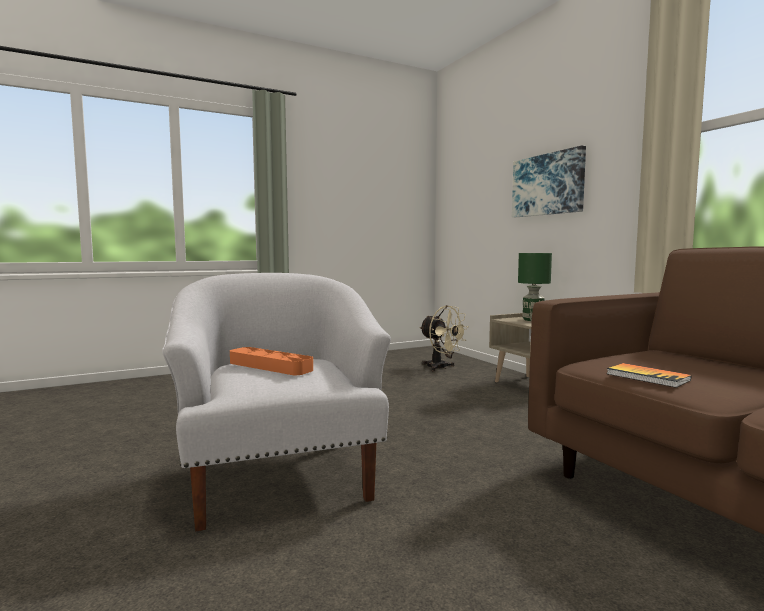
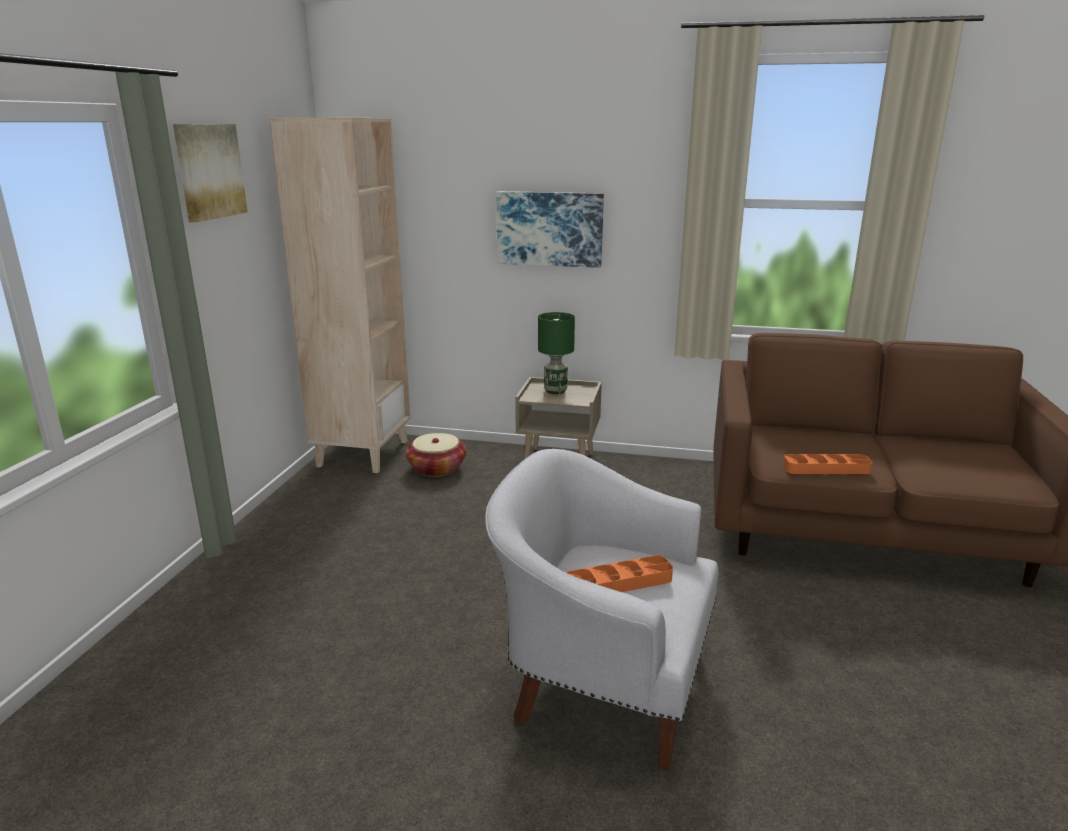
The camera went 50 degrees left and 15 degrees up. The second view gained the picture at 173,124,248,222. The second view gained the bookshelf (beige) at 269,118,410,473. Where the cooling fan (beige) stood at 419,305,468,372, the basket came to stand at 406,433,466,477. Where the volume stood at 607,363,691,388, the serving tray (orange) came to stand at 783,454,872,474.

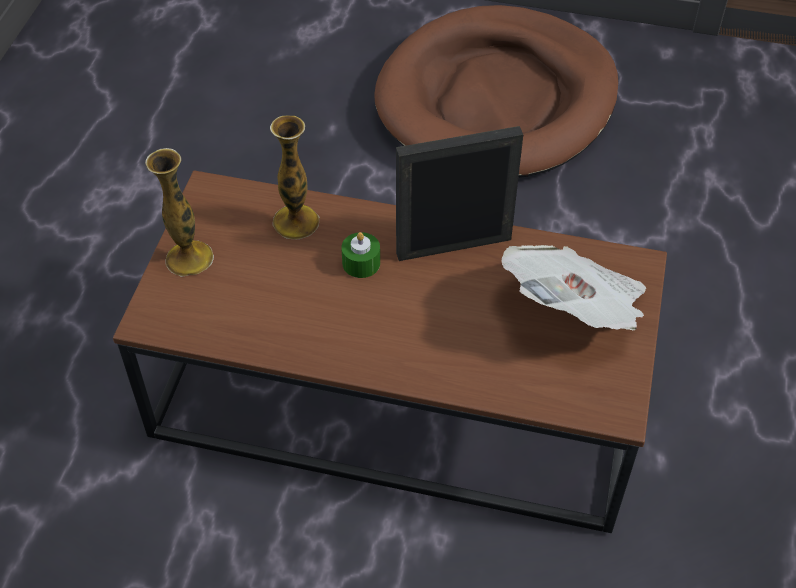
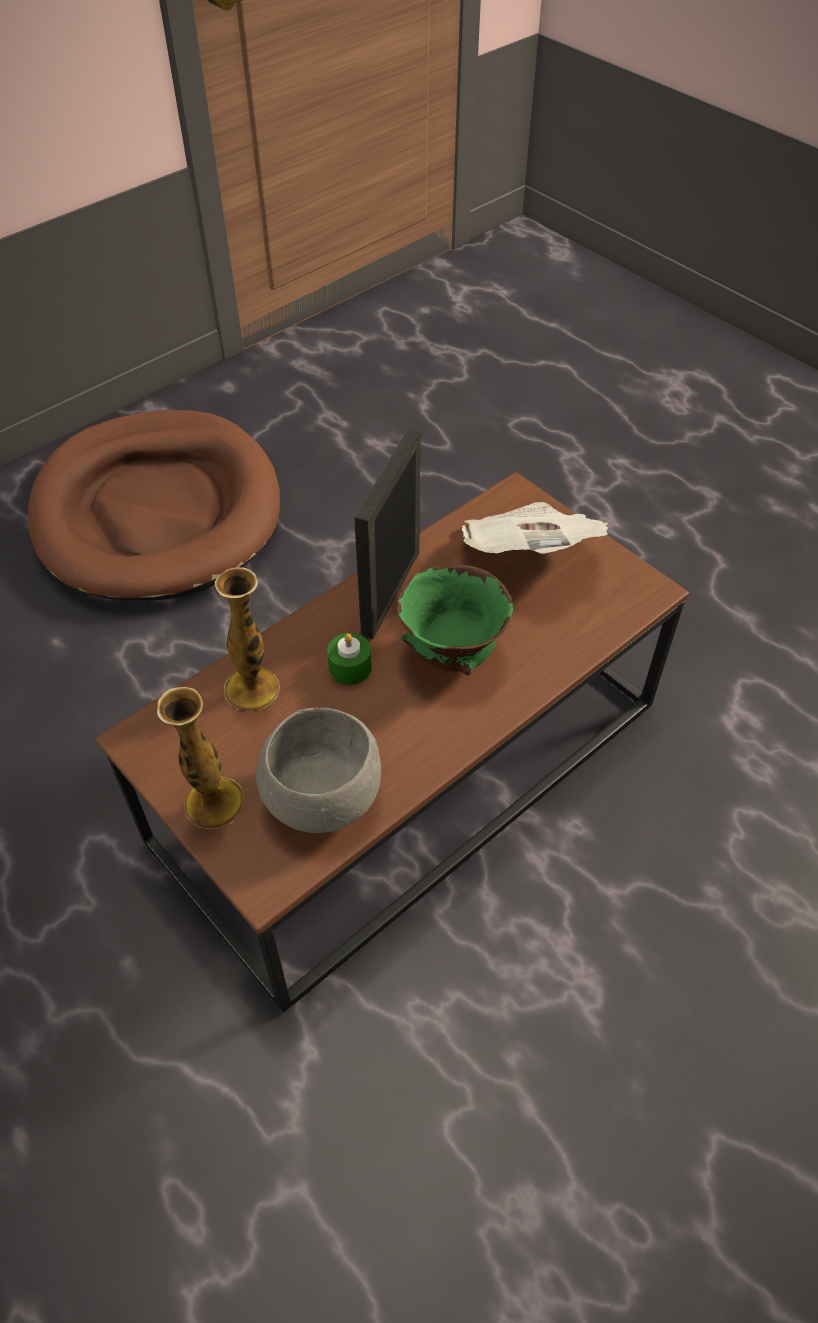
The camera went 55 degrees left and 0 degrees up. The second view gained the serving bowl (grey) at 256,708,381,833. The second view gained the serving bowl (green) at 397,564,513,675.

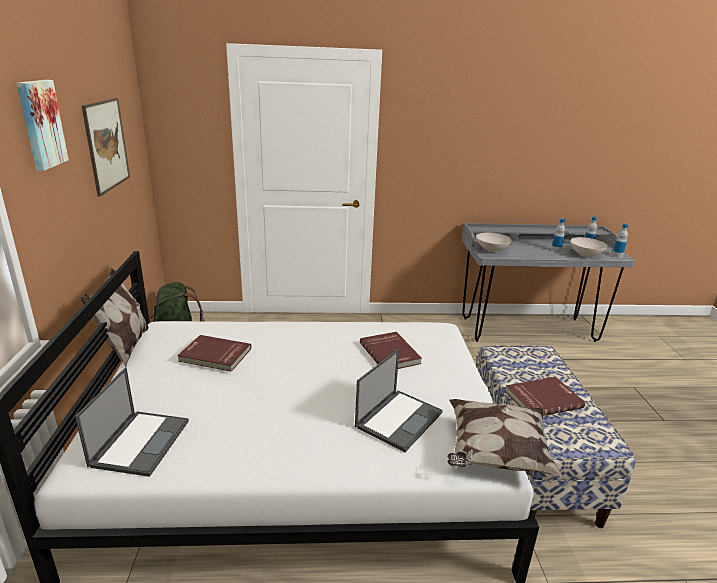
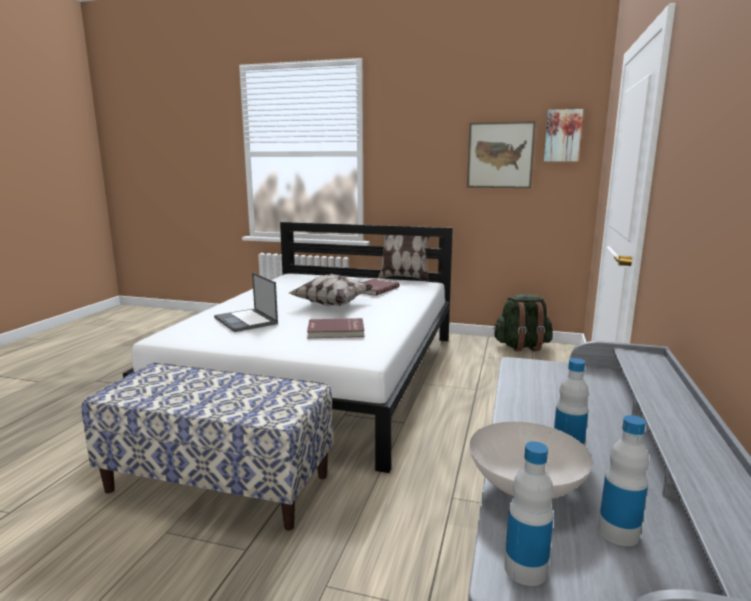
The camera went 110 degrees right and 10 degrees down. The cushion ended up elsewhere, having gone from 447,399,563,477 to 289,274,374,306. The picture ended up elsewhere, having gone from 17,80,69,171 to 544,109,583,161. The second view lost the laptop at 75,367,189,477. The second view lost the serving bowl (white-coloured) at 476,233,512,252. The second view lost the volume (reddish) at 505,377,585,416.

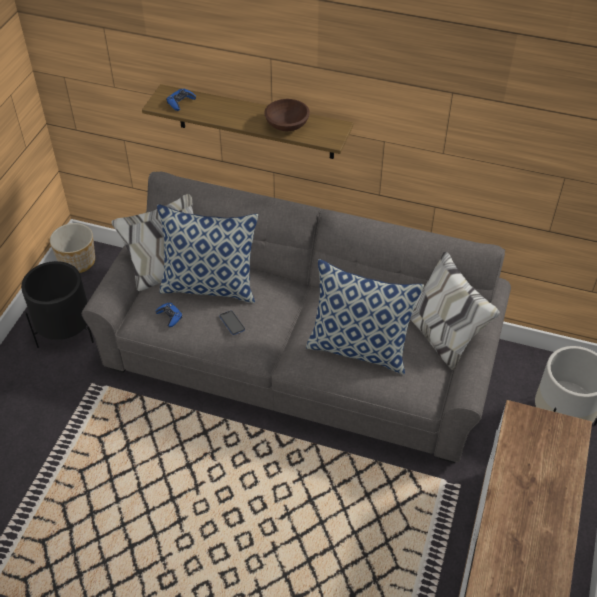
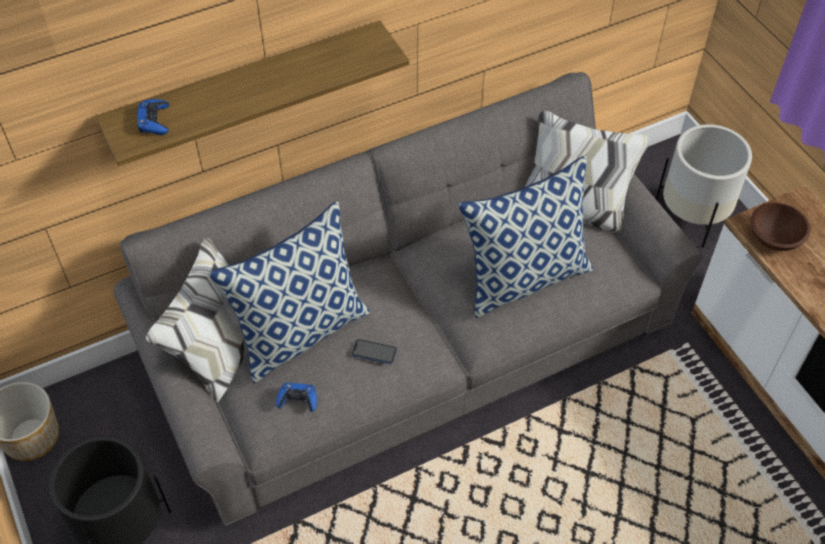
The camera went 45 degrees left and 5 degrees up. The serving bowl (brown-coloured) ended up elsewhere, having gone from 264,99,310,131 to 751,202,810,251.

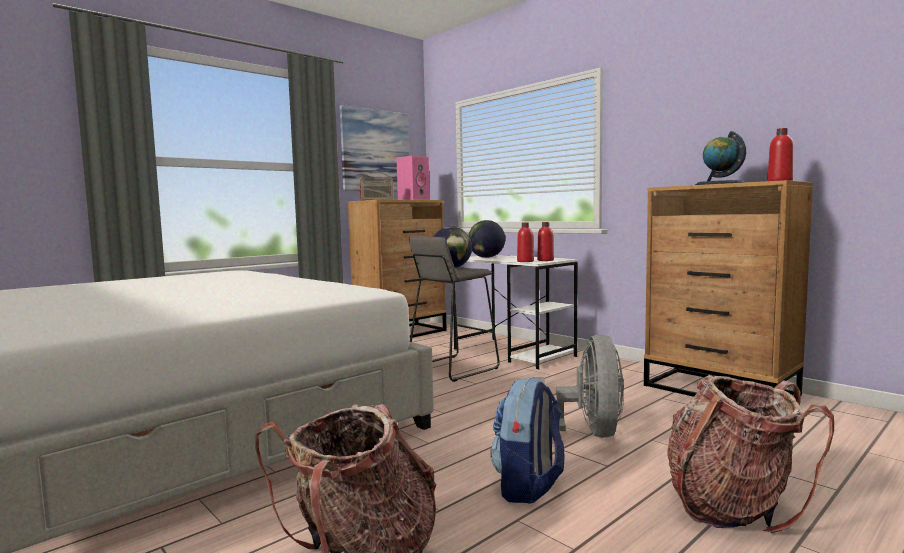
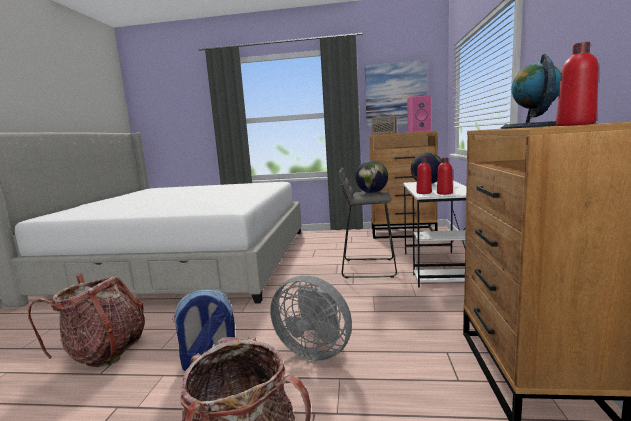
The camera went 50 degrees right and 5 degrees up. The cooling fan (grey) at 535,334,624,438 ended up facing another way, 60 degrees clockwise from before.

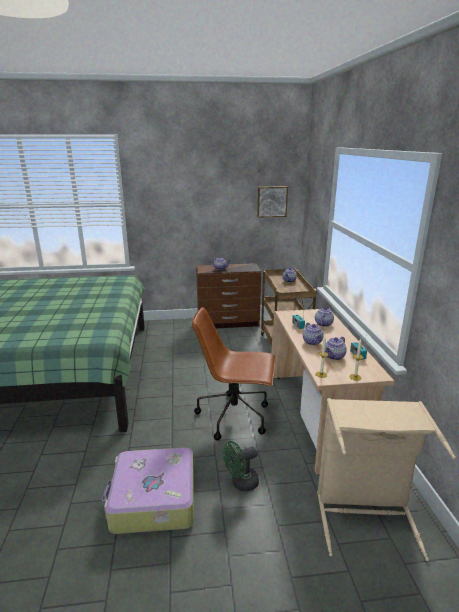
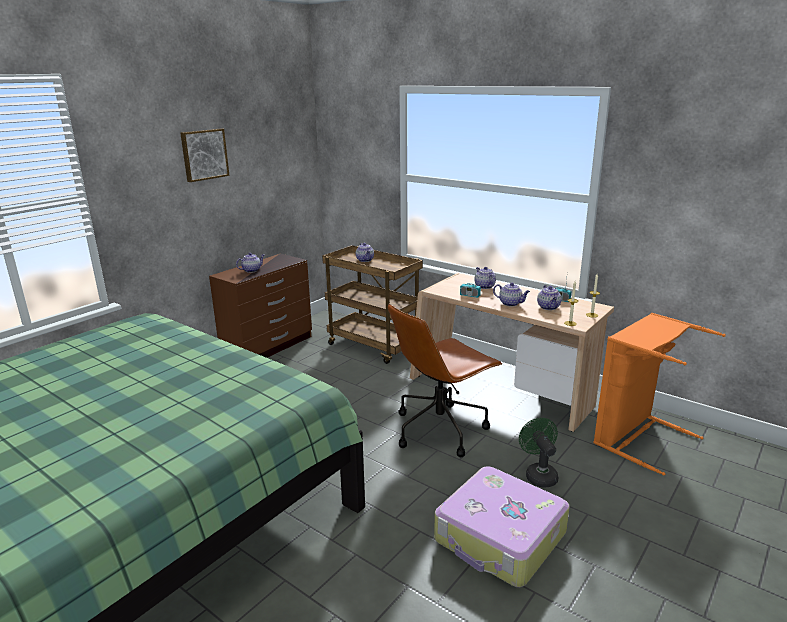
The camera went 45 degrees left and 0 degrees up. The picture ended up elsewhere, having gone from 257,186,288,217 to 180,129,230,182. The cooling fan (green) at 223,441,259,491 ended up facing another way, 150 degrees clockwise from before. What was the laundry basket (beige) at 317,398,456,561 turned into the laundry basket (orange) at 593,313,726,476.

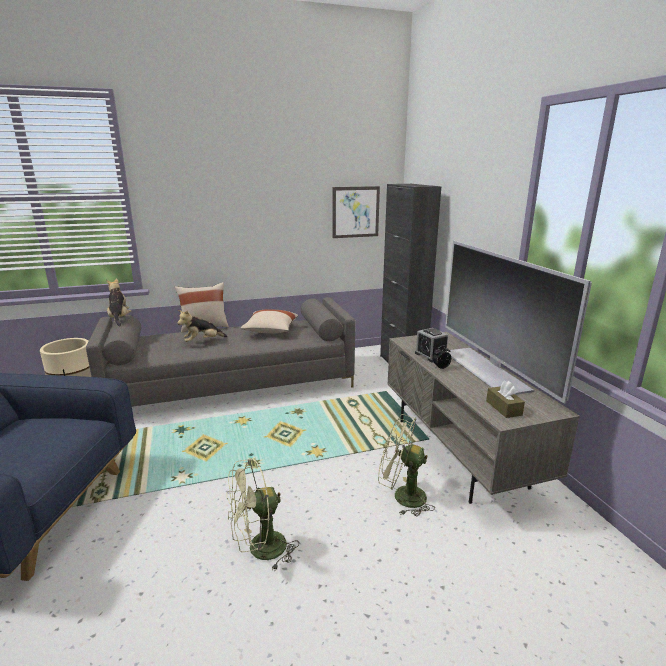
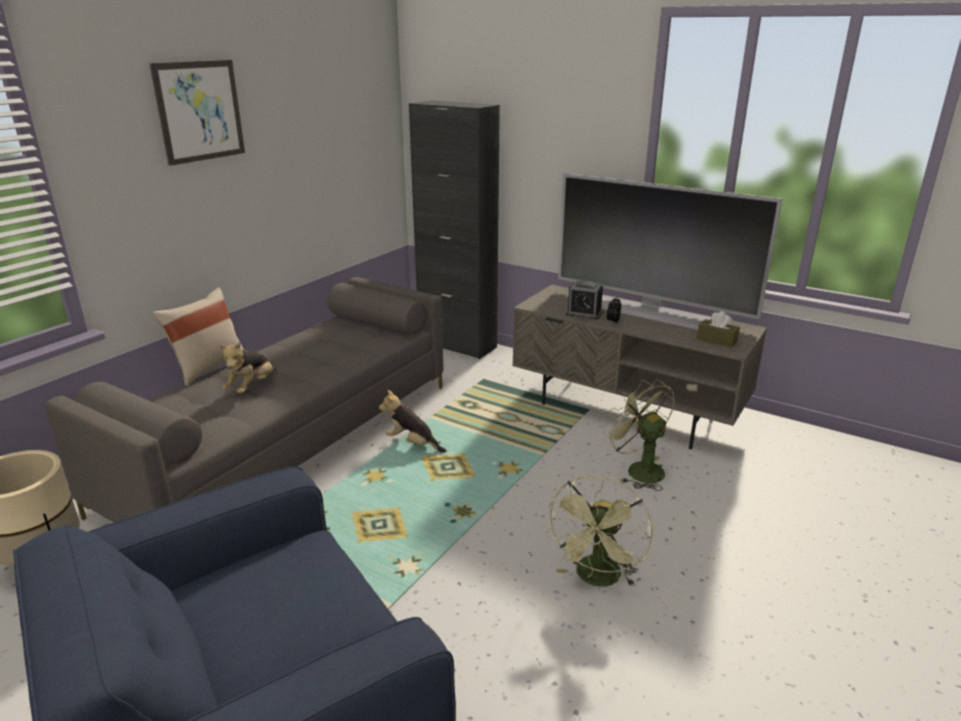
The camera went 40 degrees left and 5 degrees up. The picture ended up elsewhere, having gone from 332,186,380,238 to 149,60,245,166. The plush toy ended up elsewhere, having gone from 106,279,131,327 to 379,390,447,453. The cooling fan (green) at 378,414,435,516 ended up facing another way, 75 degrees clockwise from before. The second view lost the cushion (beige) at 240,309,298,333.

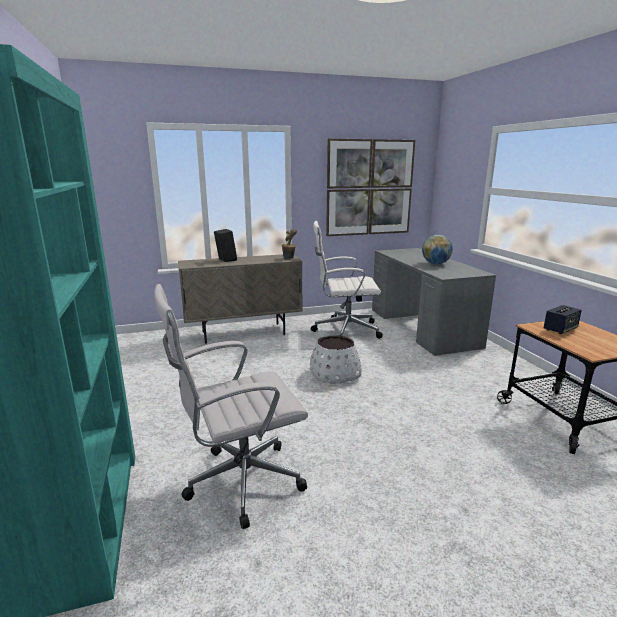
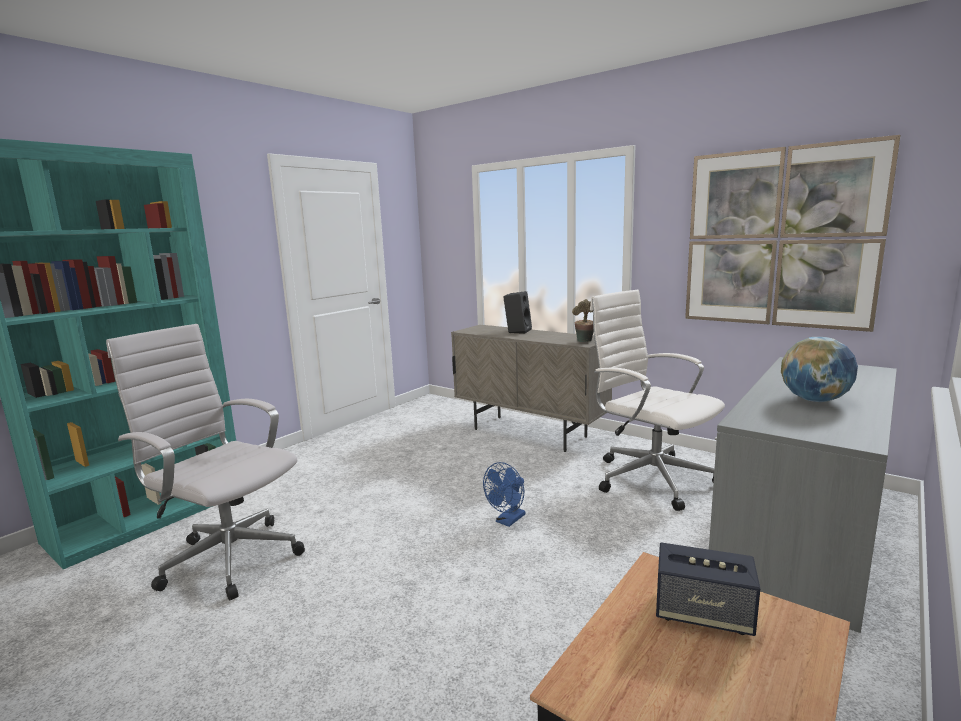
The camera went 55 degrees right and 5 degrees down. Where the plant pot (white-coloured) stood at 310,336,362,384, the cooling fan (bluish) came to stand at 483,462,526,527.

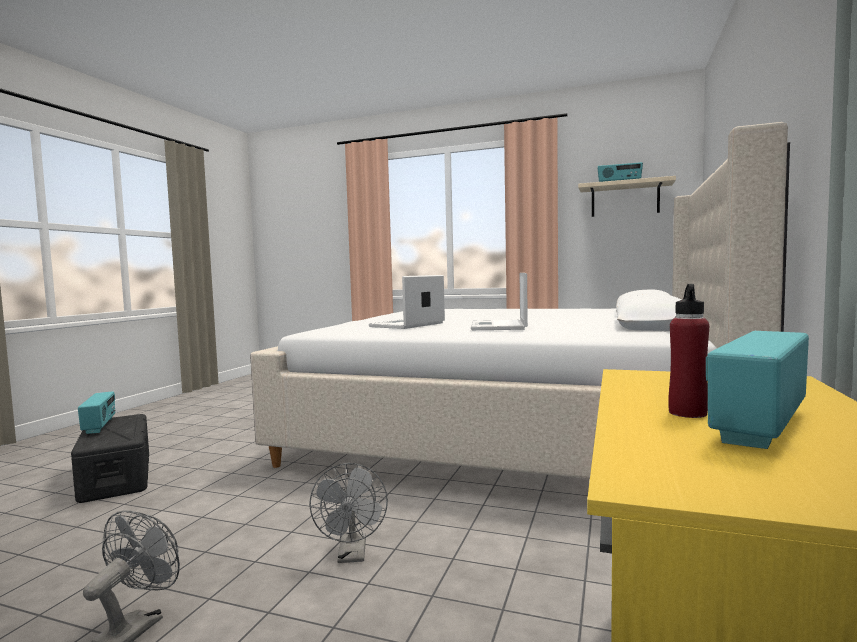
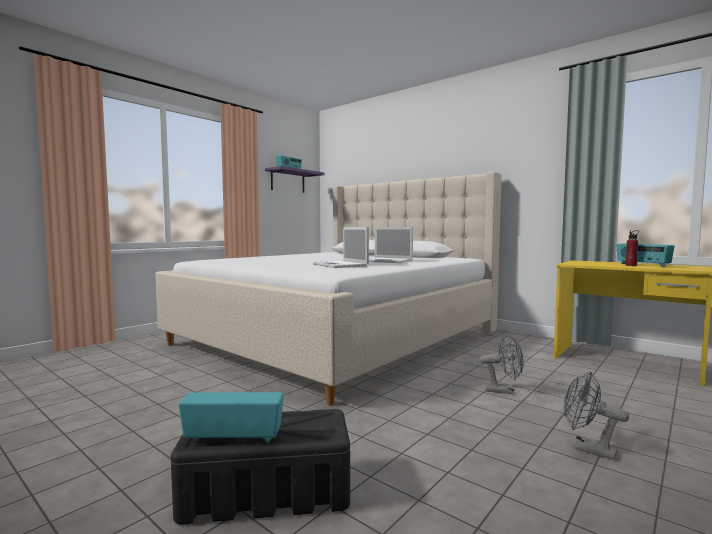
The camera went 70 degrees left and 0 degrees up. What was the bracket shelf (beige) at 578,176,676,217 turned into the bracket shelf (purple-coloured) at 265,166,325,193.

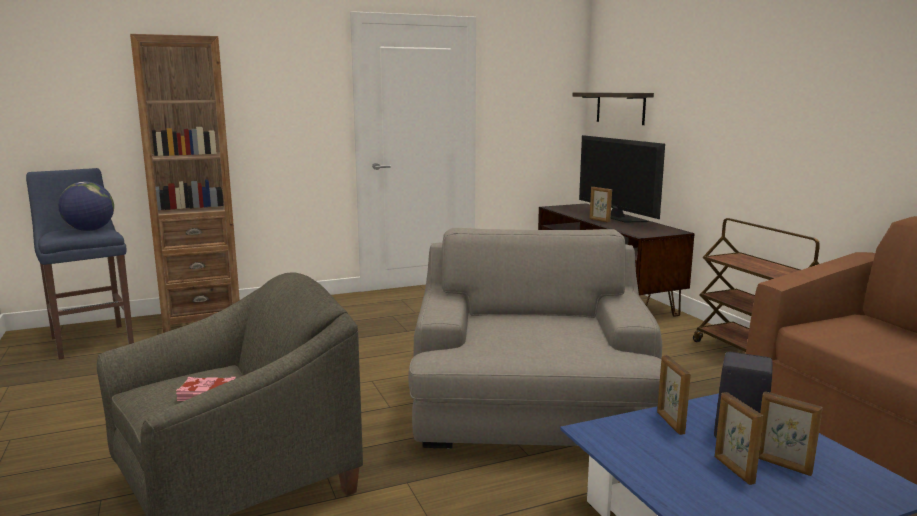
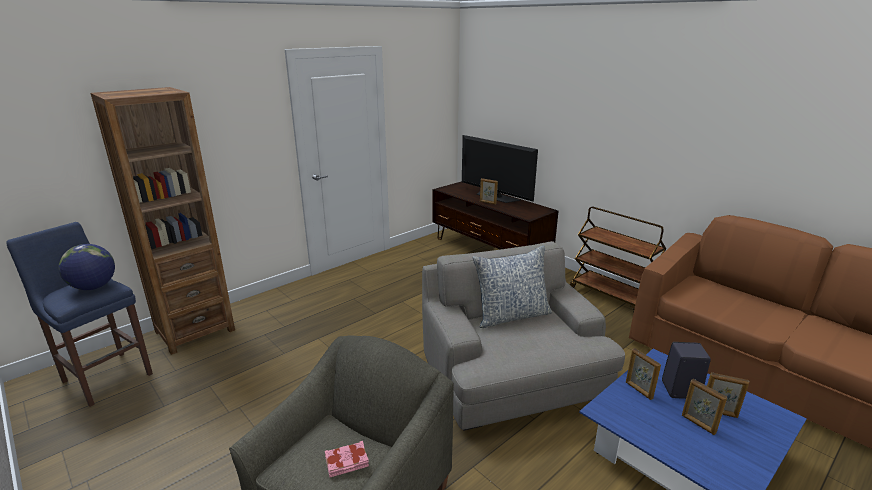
The camera went 20 degrees left and 10 degrees up. The second view gained the cushion at 472,245,552,328. The second view lost the bracket shelf at 573,92,654,125.

